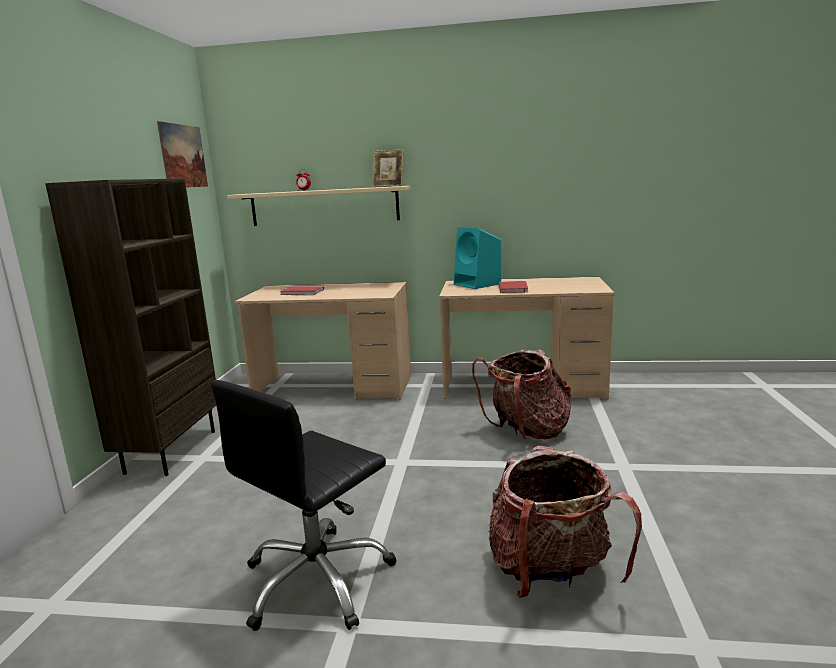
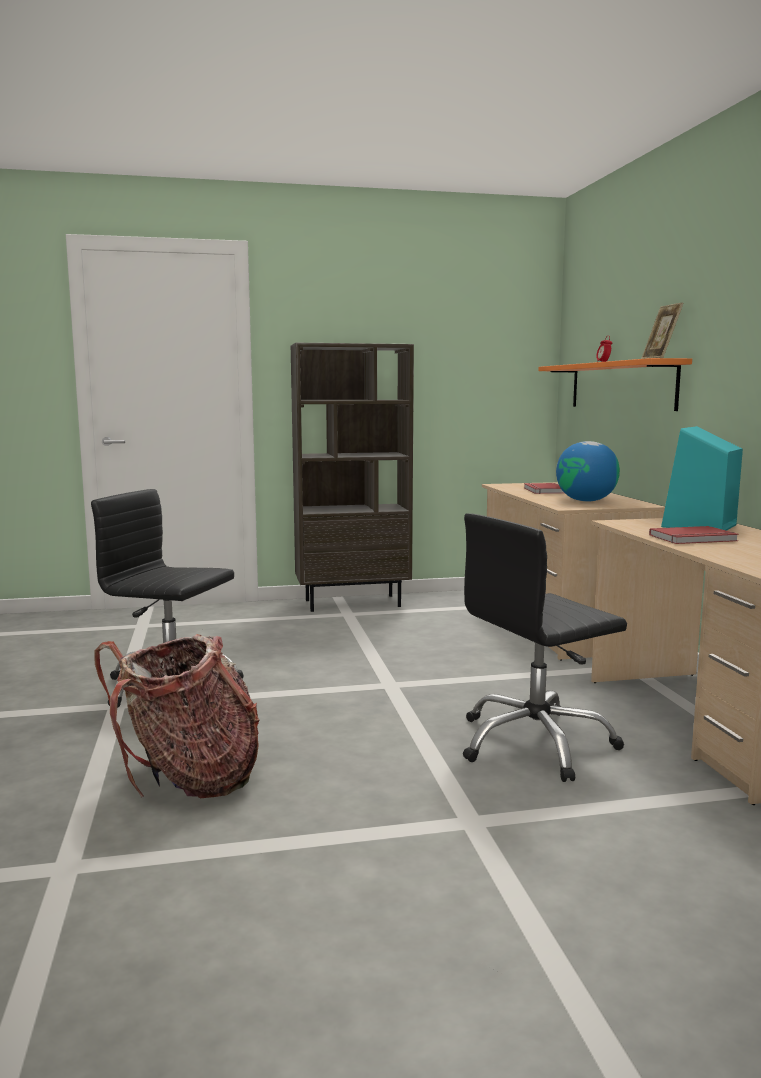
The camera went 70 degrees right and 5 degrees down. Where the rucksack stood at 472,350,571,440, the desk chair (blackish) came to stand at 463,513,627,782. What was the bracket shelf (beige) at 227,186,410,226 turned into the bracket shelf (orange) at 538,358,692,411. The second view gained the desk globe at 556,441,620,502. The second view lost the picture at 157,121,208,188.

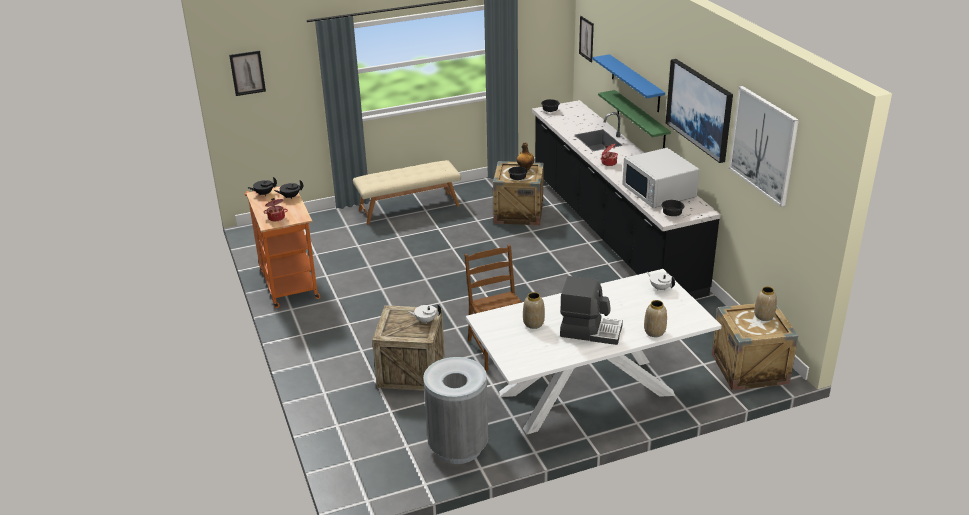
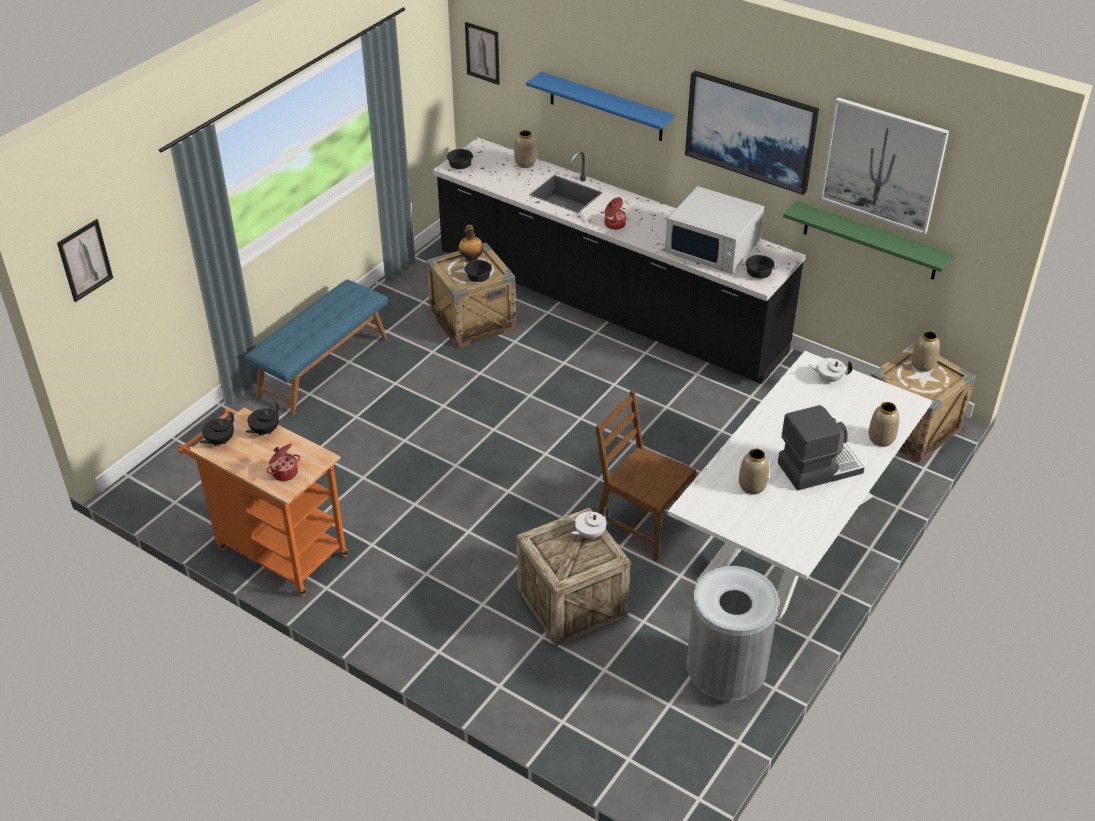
The camera went 35 degrees left and 10 degrees up. What was the indoor bench (beige) at 353,160,461,225 turned into the indoor bench (bluish) at 245,280,388,415. The second view gained the flower vase at 514,130,537,168. The bracket shelf (green) ended up elsewhere, having gone from 598,90,671,148 to 783,201,953,280.

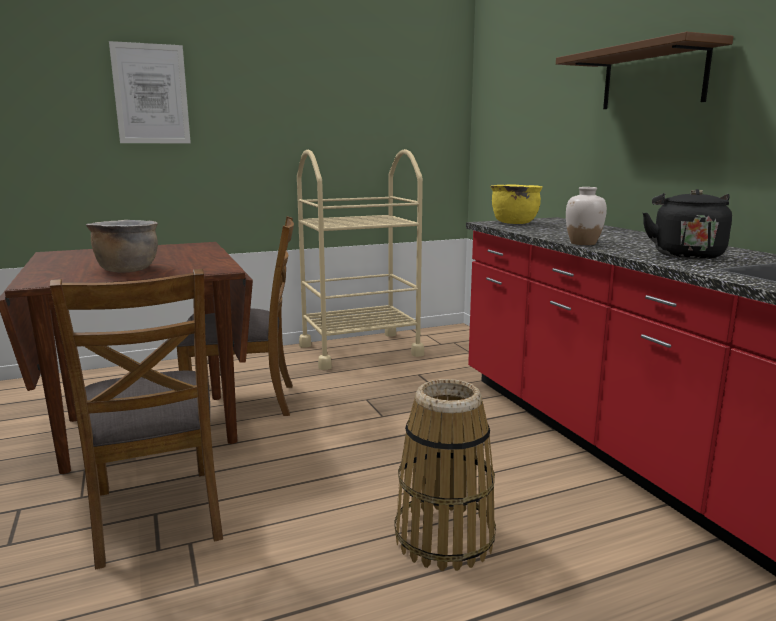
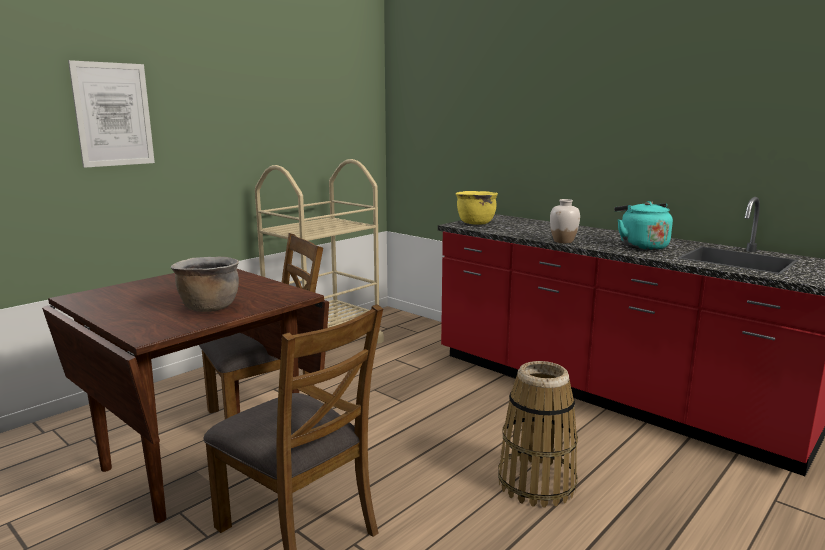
The camera went 25 degrees left and 0 degrees up. What was the tea kettle (blackish) at 643,189,732,259 turned into the tea kettle (blue-green) at 614,201,673,250. The second view lost the bracket shelf (brown-coloured) at 556,32,733,109.

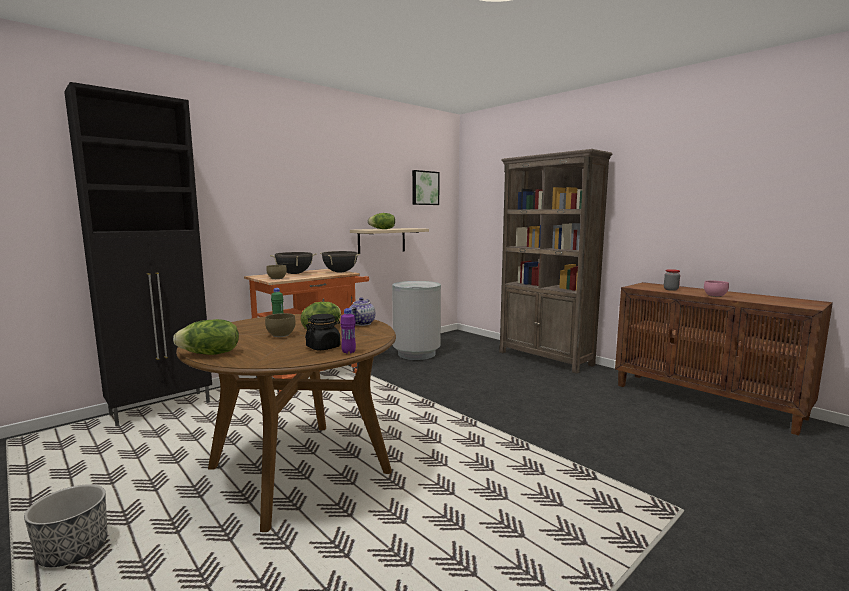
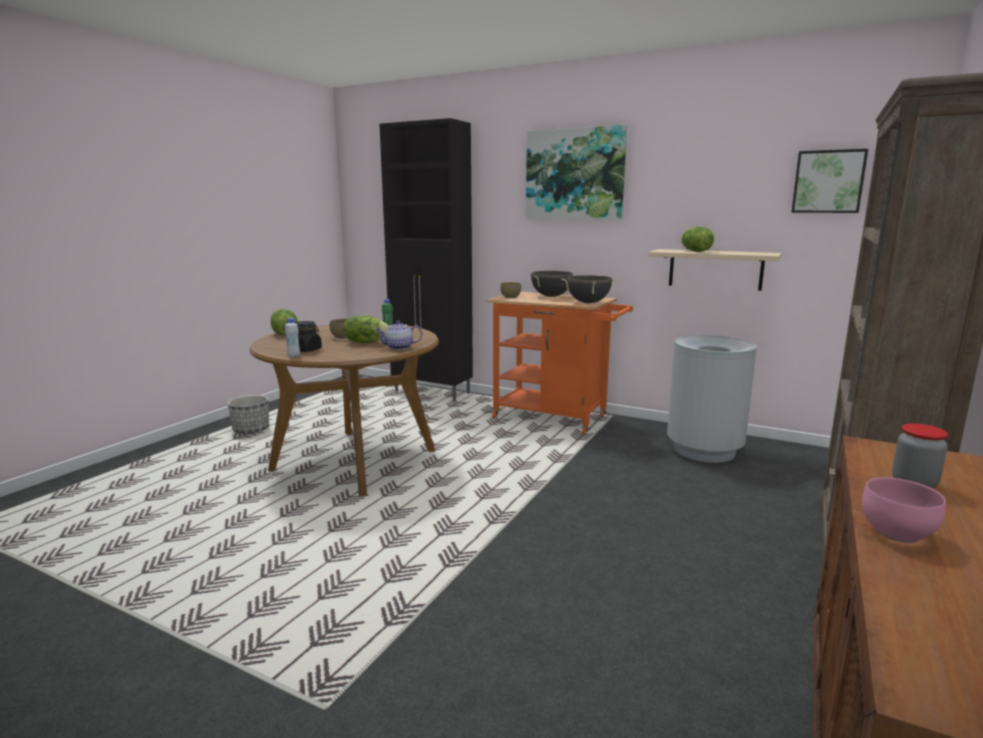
The camera went 70 degrees right and 5 degrees up. What was the beverage bottle (purple-coloured) at 340,308,356,354 turned into the beverage bottle (white-coloured) at 285,318,300,358. The second view gained the picture at 526,125,627,220.

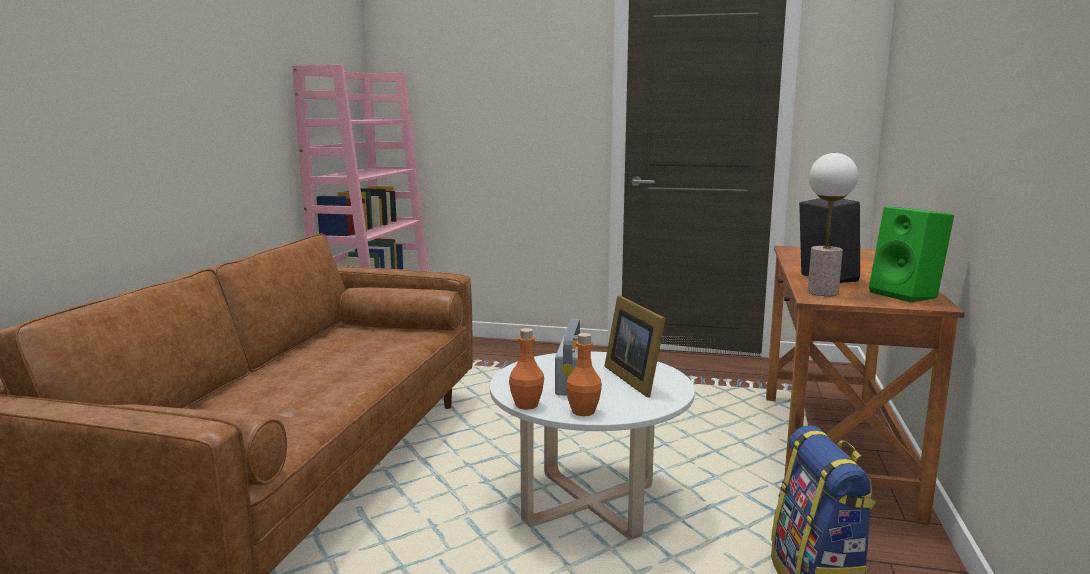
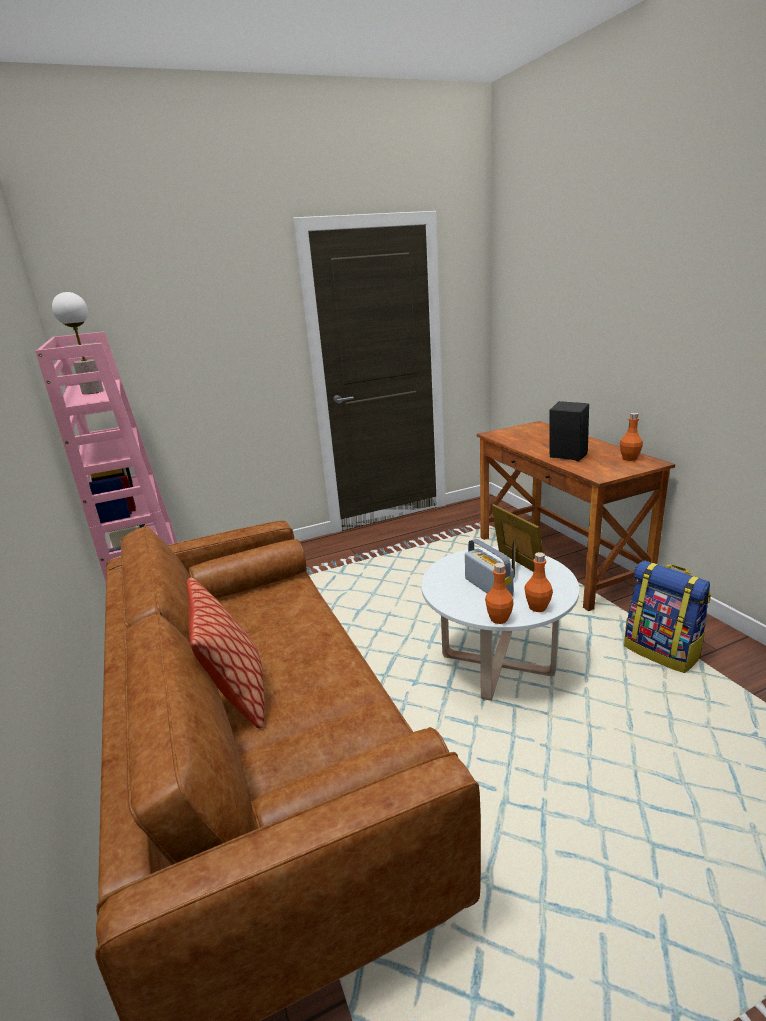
The camera went 35 degrees left and 10 degrees up. The table lamp ended up elsewhere, having gone from 808,153,858,296 to 52,292,104,394. The second view gained the cushion at 187,577,265,729. The standing frame at 604,296,666,398 ended up facing another way, 150 degrees counterclockwise from before. Where the audio speaker (green) stood at 869,206,954,303, the beverage bottle (orange) came to stand at 620,413,643,461.

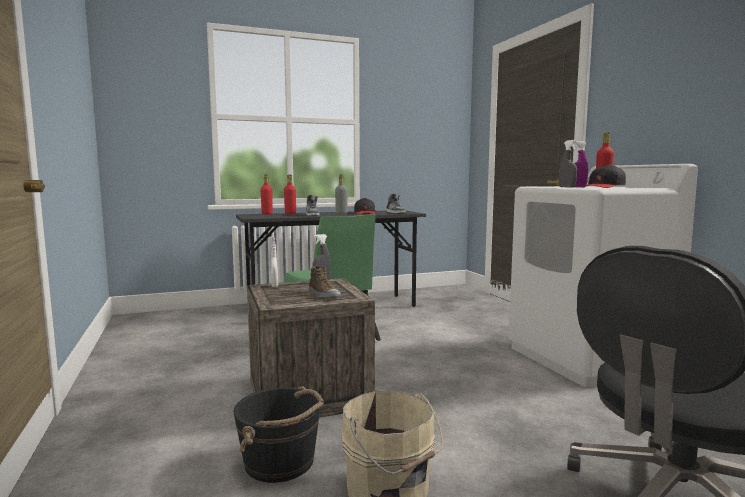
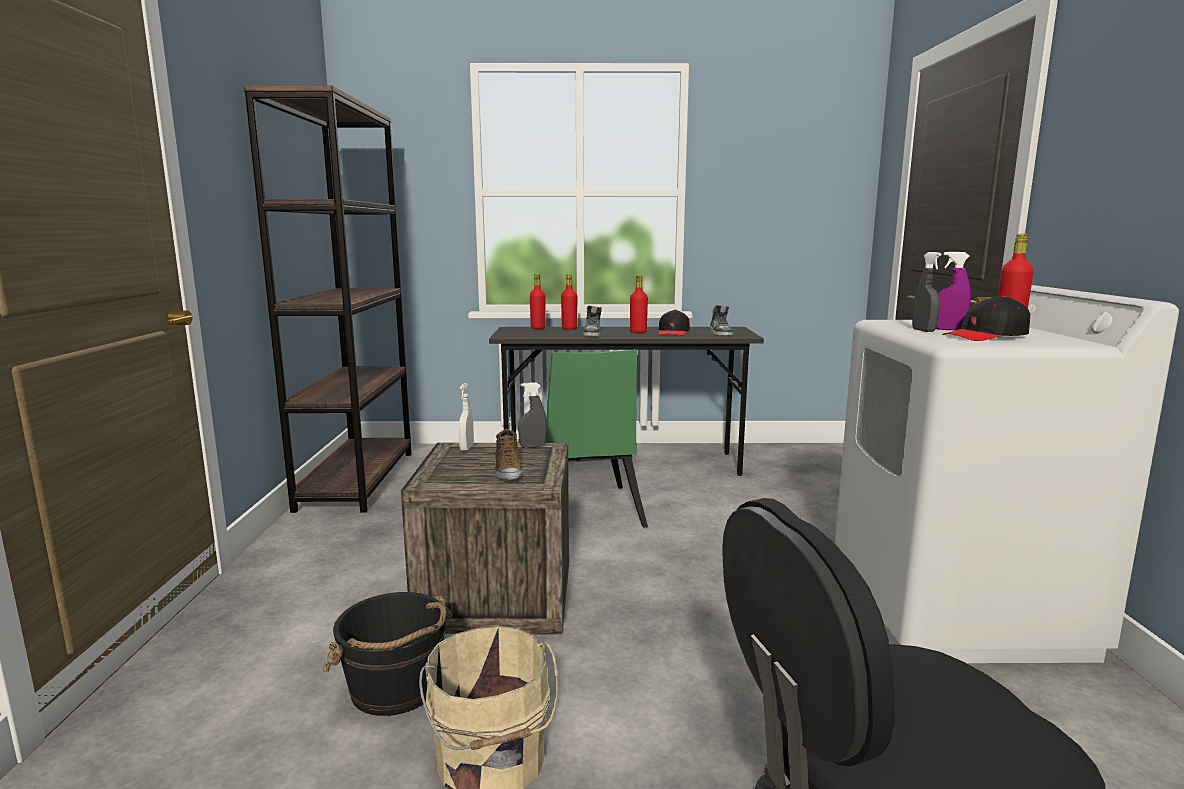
The camera went 20 degrees right and 5 degrees up. The second view gained the bookshelf (brown-coloured) at 243,85,412,513. What was the beverage bottle (grey) at 335,175,348,214 turned into the beverage bottle (reddish) at 630,276,648,333.

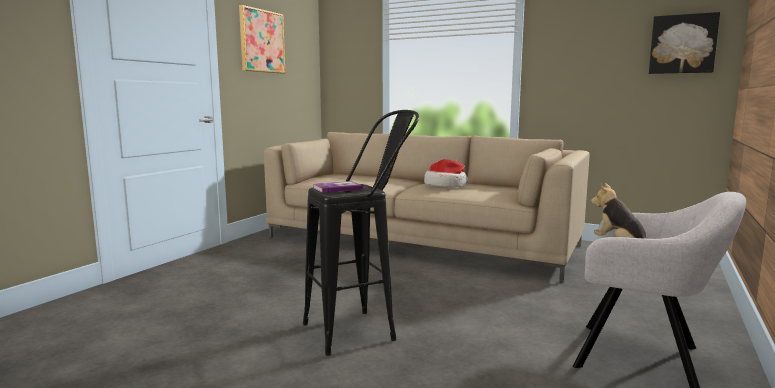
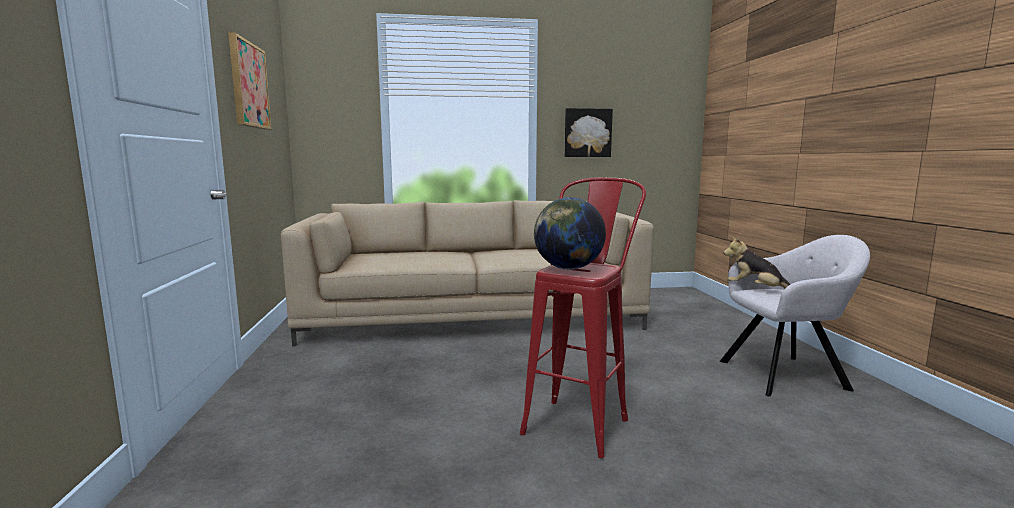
The camera went 35 degrees left and 0 degrees up. What was the sitting stool (blackish) at 303,110,419,356 turned into the sitting stool (reddish) at 520,177,646,458. Where the volume stood at 313,181,363,193, the desk globe came to stand at 534,197,606,270. The picture ended up elsewhere, having gone from 649,12,720,74 to 565,108,613,157. The second view lost the clothing hat at 424,159,468,187.

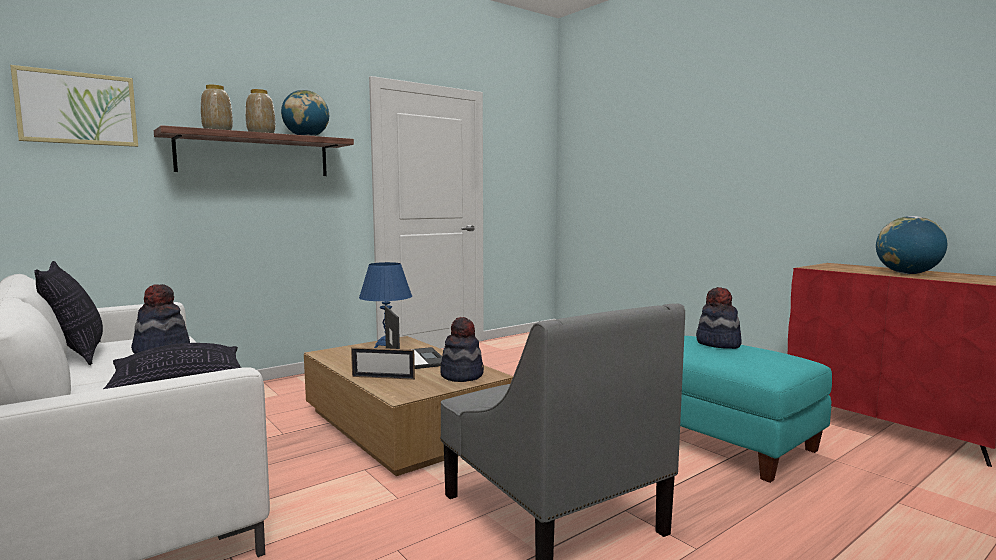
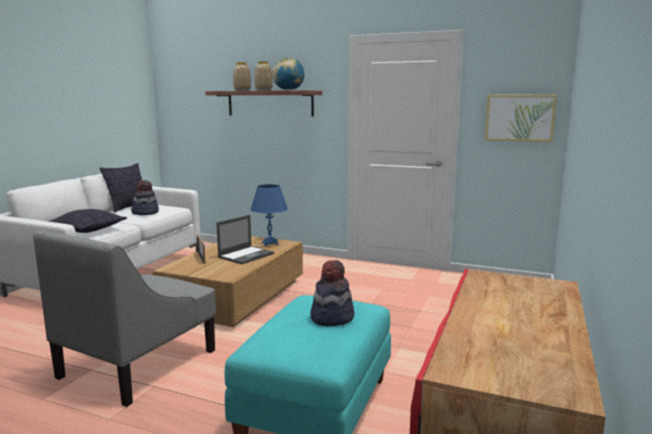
The camera went 60 degrees right and 5 degrees up. The picture ended up elsewhere, having gone from 10,65,138,147 to 485,94,557,142. The second view lost the clothing hat at 440,317,484,382. The second view lost the desk globe at 876,216,947,274.

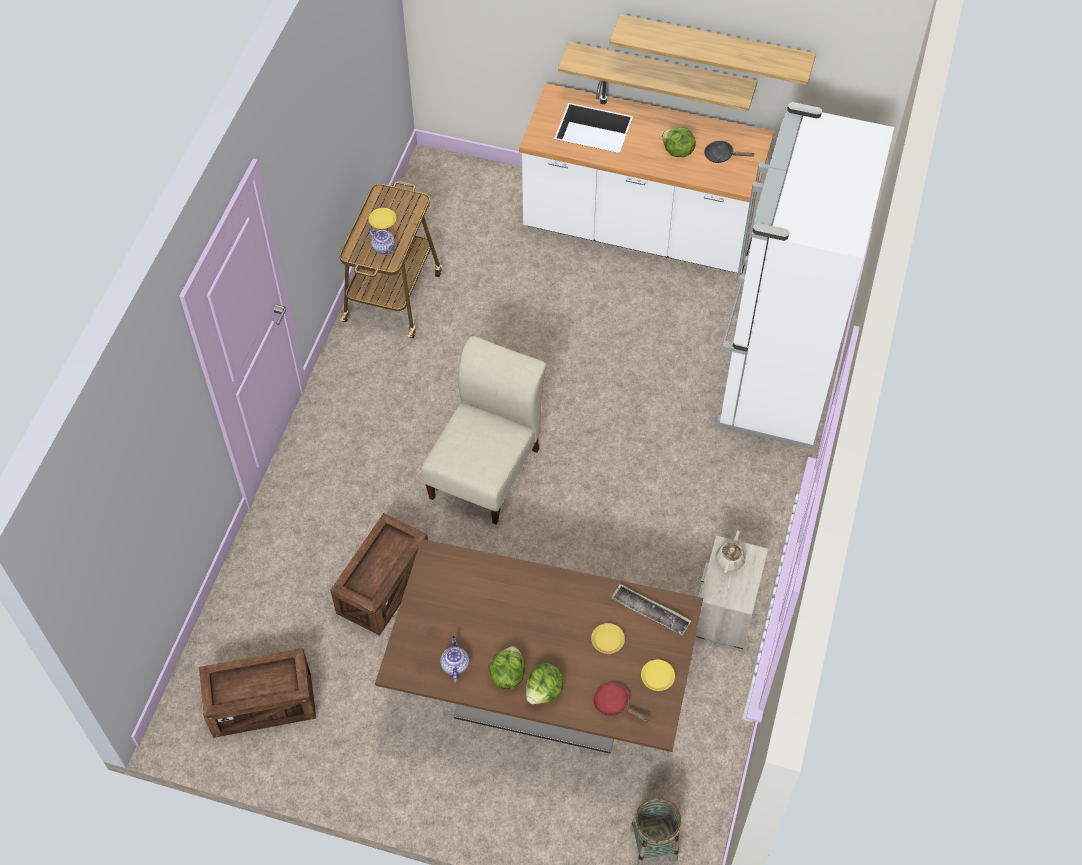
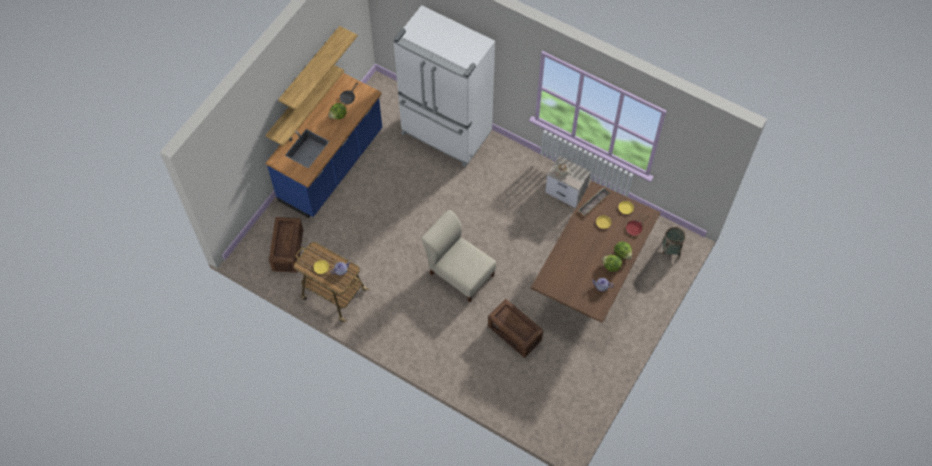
The camera went 75 degrees left and 5 degrees up. What was the counter (white-coloured) at 519,81,774,274 turned into the counter (bluish) at 266,73,382,218. The packing crate ended up elsewhere, having gone from 199,648,316,738 to 269,217,303,273.

